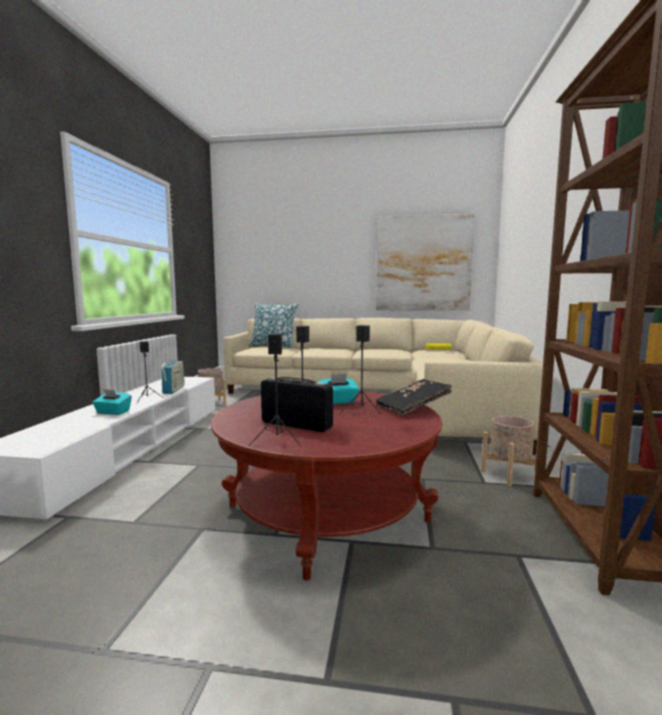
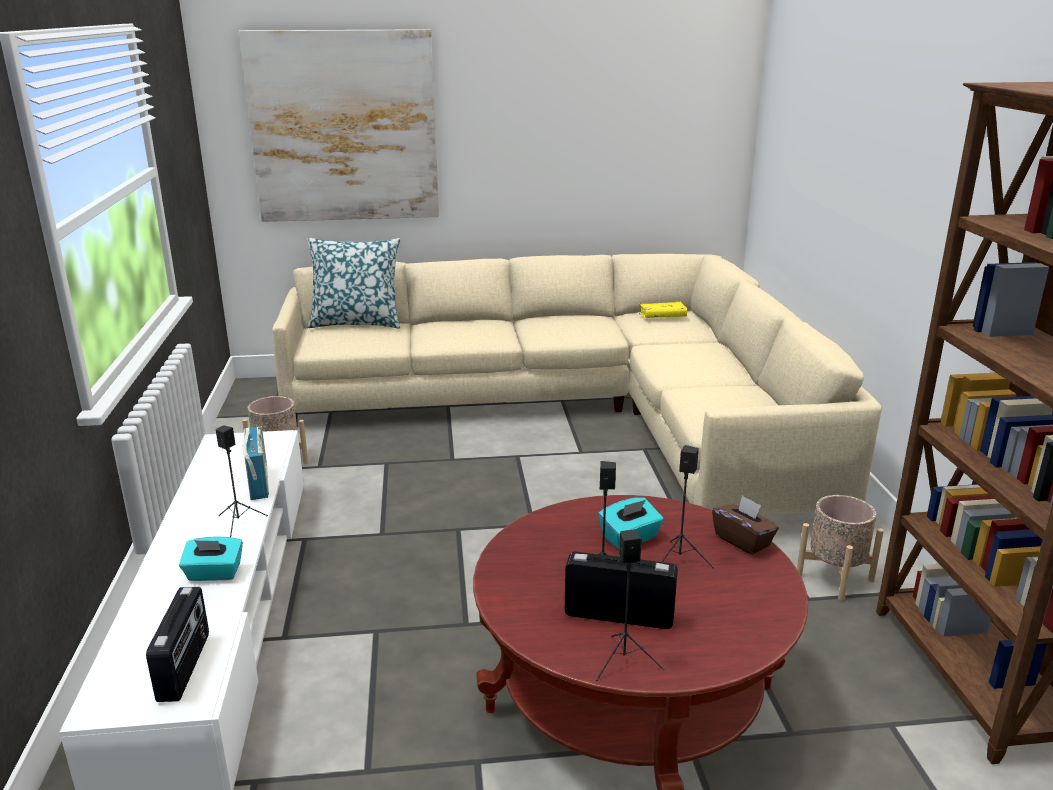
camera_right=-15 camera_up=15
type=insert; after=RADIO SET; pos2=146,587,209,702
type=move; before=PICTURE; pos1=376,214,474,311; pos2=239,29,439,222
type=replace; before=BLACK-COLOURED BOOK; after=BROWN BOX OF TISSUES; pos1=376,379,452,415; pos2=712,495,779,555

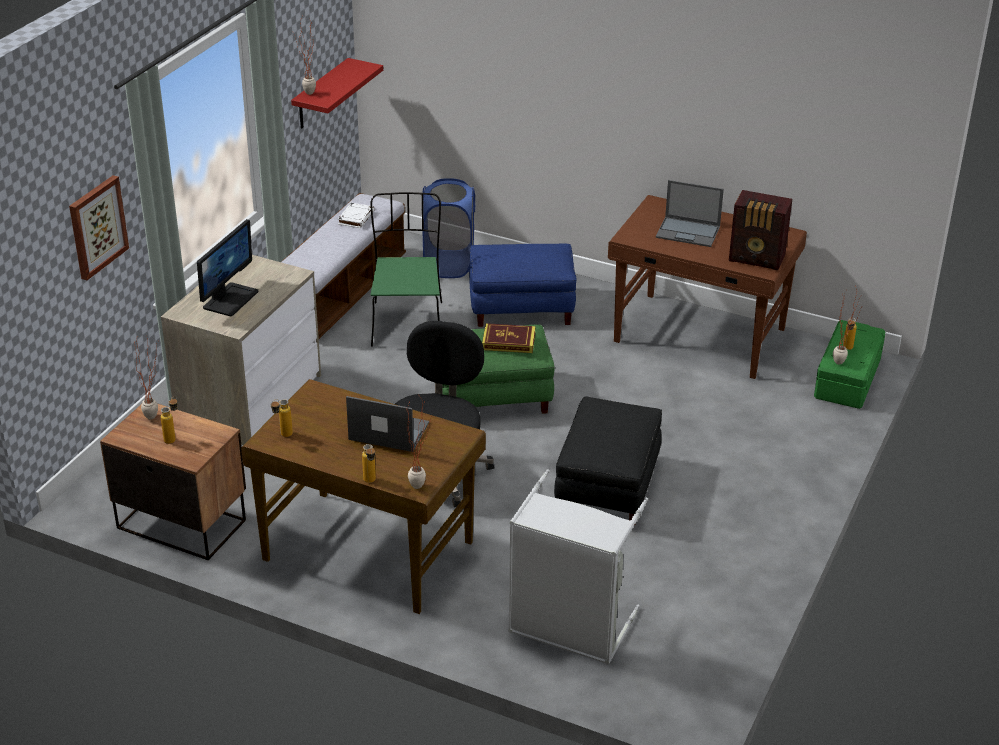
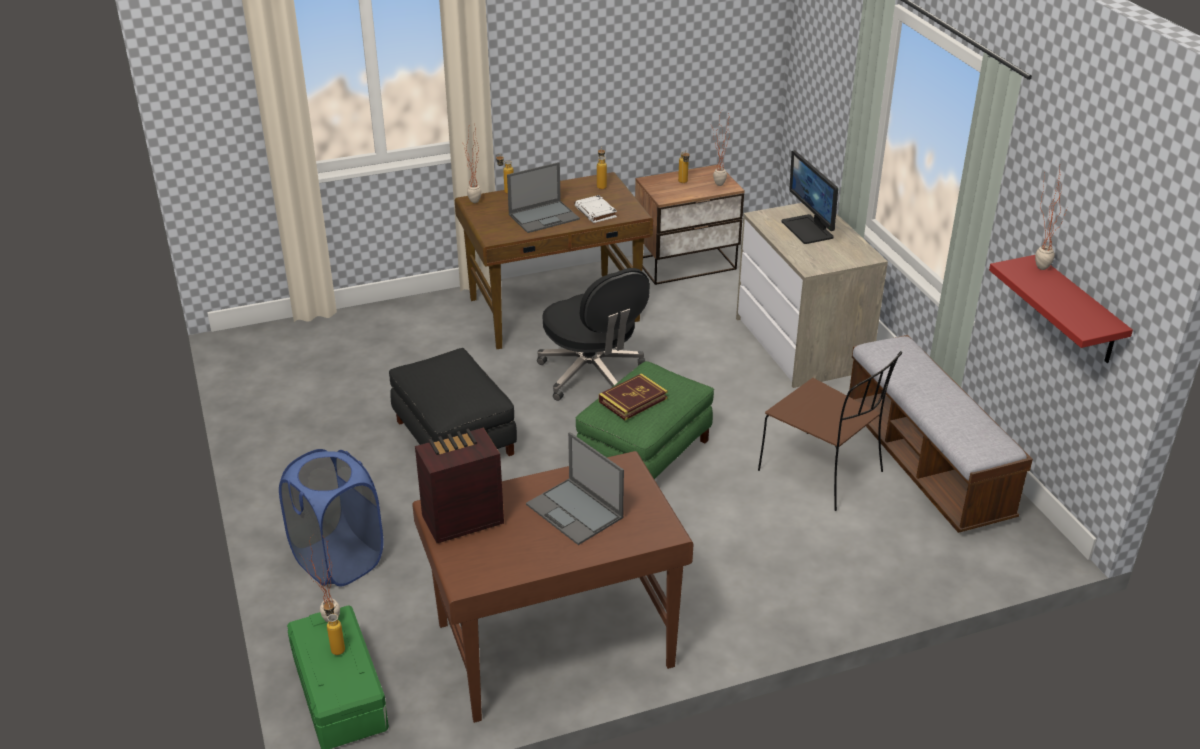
camera_right=135 camera_up=0
type=move; before=BLUE-COLOURED LAUNDRY BASKET; pos1=422,178,475,278; pos2=279,449,384,587
type=rotate; before=PORTABLE COMPUTER; pos1=656,180,724,247; pos2=526,432,624,545; turn=-105
type=move; before=WHITISH BOOK; pos1=338,203,375,228; pos2=574,195,617,223
type=recolor; before=GREEN PLAIN CHAIR; after=BROWN PLAIN CHAIR; pos1=370,192,442,347; pos2=758,351,902,511
type=delete; before=PICTURE; pos1=69,175,129,280
type=delete; before=BLUE-COLOURED OTTOMAN; pos1=469,243,577,327
type=delete; before=GREY LAUNDRY BASKET; pos1=508,469,648,665

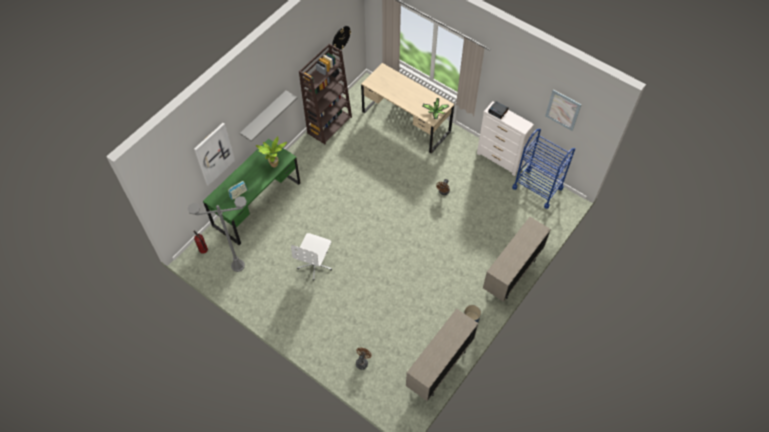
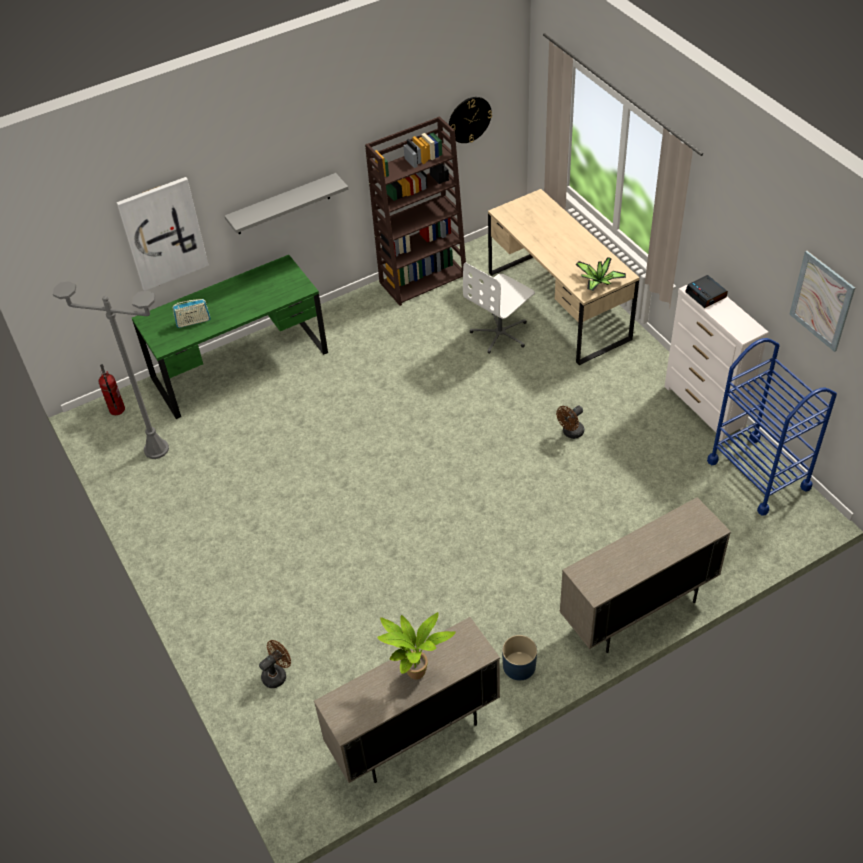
camera_right=25 camera_up=-10
type=move; before=POTTED PLANT; pos1=255,136,287,168; pos2=377,612,456,680
type=move; before=WHITISH COMPUTER CHAIR; pos1=291,233,332,280; pos2=463,262,535,354

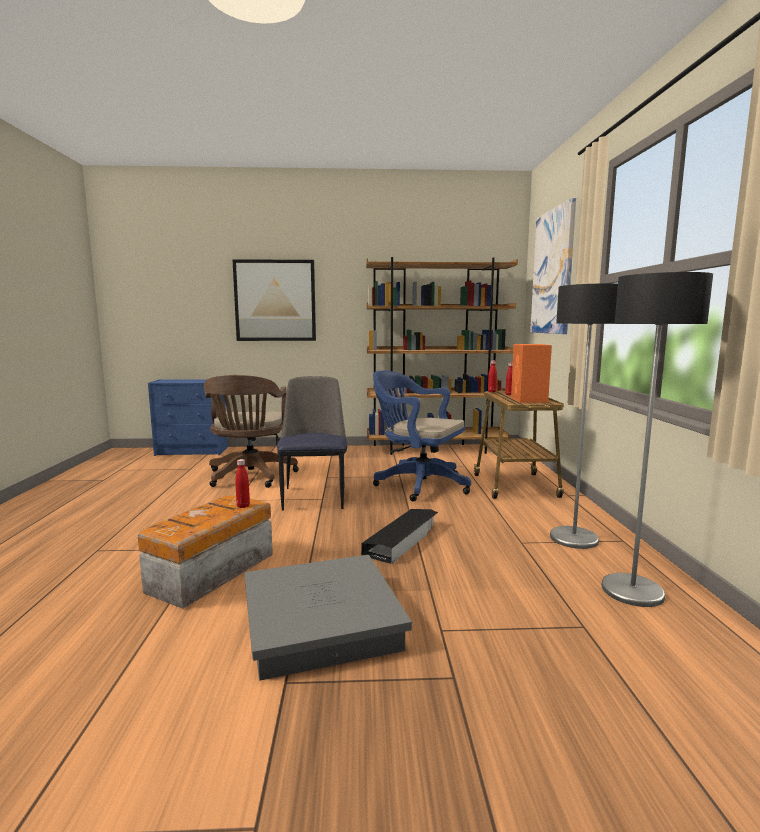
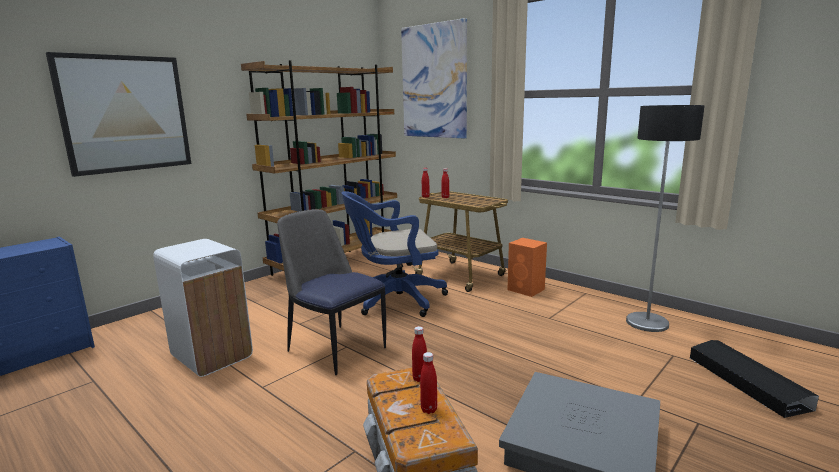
camera_right=-45 camera_up=5
type=replace; before=BROWN COMPUTER CHAIR; after=WHITISH TRASH CAN; pos1=204,375,299,488; pos2=153,239,253,377
type=insert; after=RED-COLOURED BEVERAGE BOTTLE; pos2=420,352,437,414
type=move; before=ORANGE-COLOURED LOUDSPEAKER; pos1=511,344,552,403; pos2=508,238,547,297
type=move; before=BLACK-COLOURED STORAGE BIN; pos1=361,509,438,564; pos2=690,340,819,418
type=delete; before=STANDING LAMP; pos1=550,283,618,549

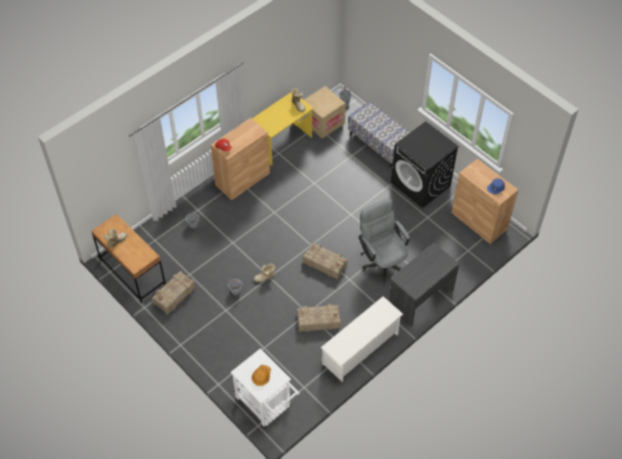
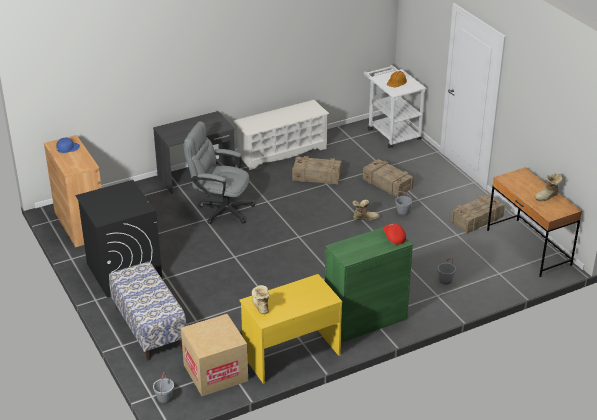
camera_right=-165 camera_up=-20
type=rotate; before=GREY COMPUTER CHAIR; pos1=358,198,410,286; pos2=184,121,255,224; turn=120
type=recolor; before=BROWN STORAGE CABINET; after=GREEN STORAGE CABINET; pos1=210,118,270,200; pos2=325,227,413,342
type=move; before=PACKING CRATE; pos1=303,243,347,280; pos2=363,159,414,197

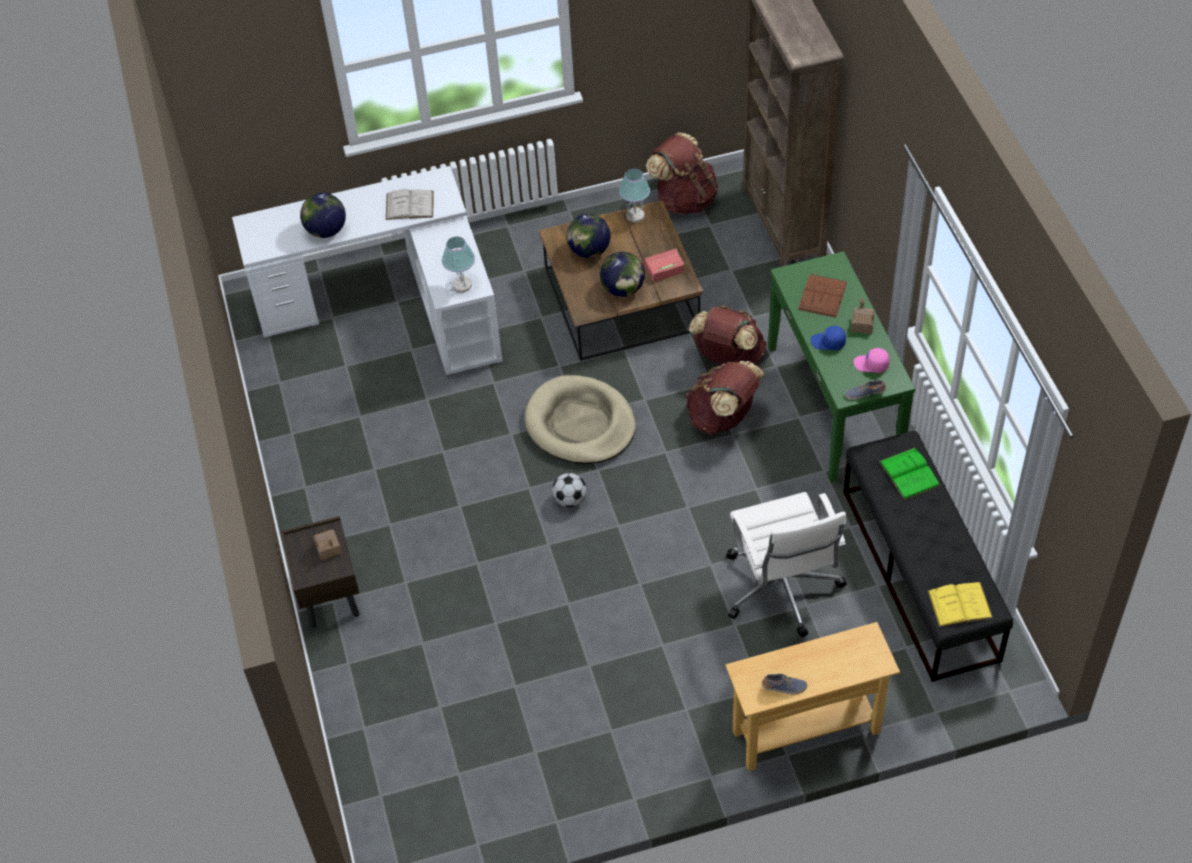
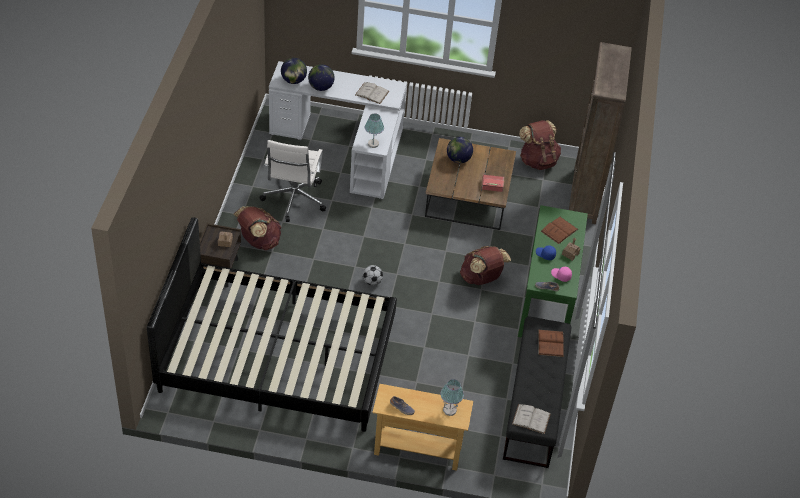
camera_right=20 camera_up=-5
type=insert; after=BLACK-COLOURED BEDROOM BED; pos2=147,217,397,432
type=move; before=BROWN KNAPSACK; pos1=689,306,766,365; pos2=234,206,282,250
type=move; before=WHITISH COMPUTER CHAIR; pos1=726,492,847,638; pos2=259,140,326,222
type=move; before=WORLD GLOBE; pos1=600,252,645,297; pos2=281,58,307,84
type=move; before=TABLETOP LAMP; pos1=619,168,650,223; pos2=440,379,464,416
type=recolor; before=YELLOW-COLOURED BOOK; after=WHITISH BOOK; pos1=927,582,993,627; pos2=512,404,550,434
type=recolor; before=GREEN BOOK; after=BROWN BOOK; pos1=879,447,940,500; pos2=538,330,564,357
type=delete; before=BEIGE-COLOURED PET BED; pos1=525,375,636,464

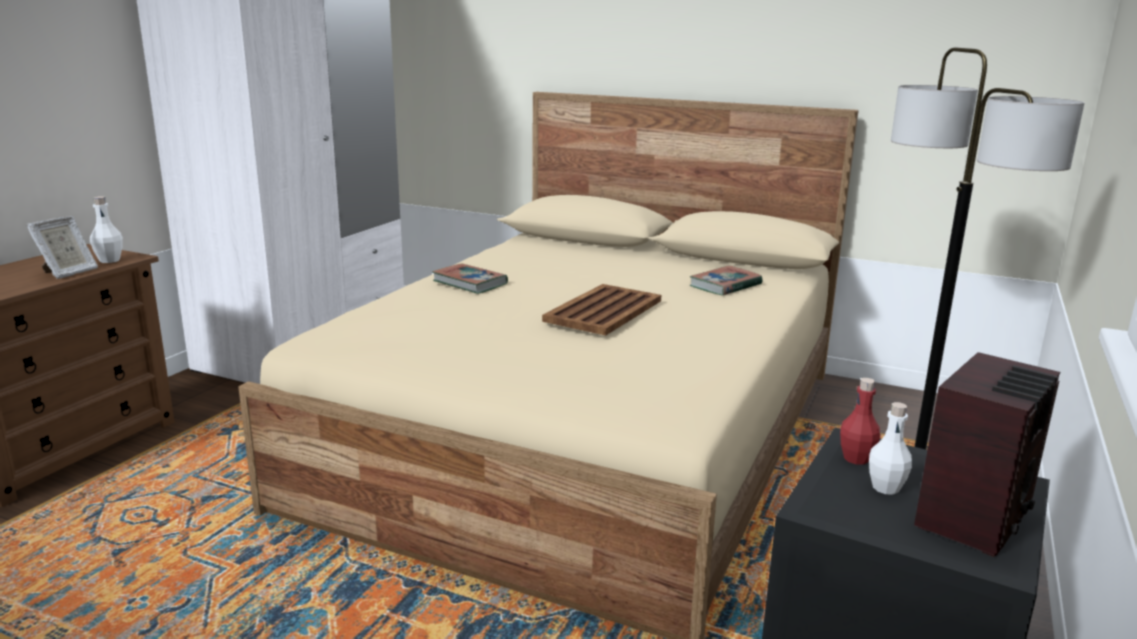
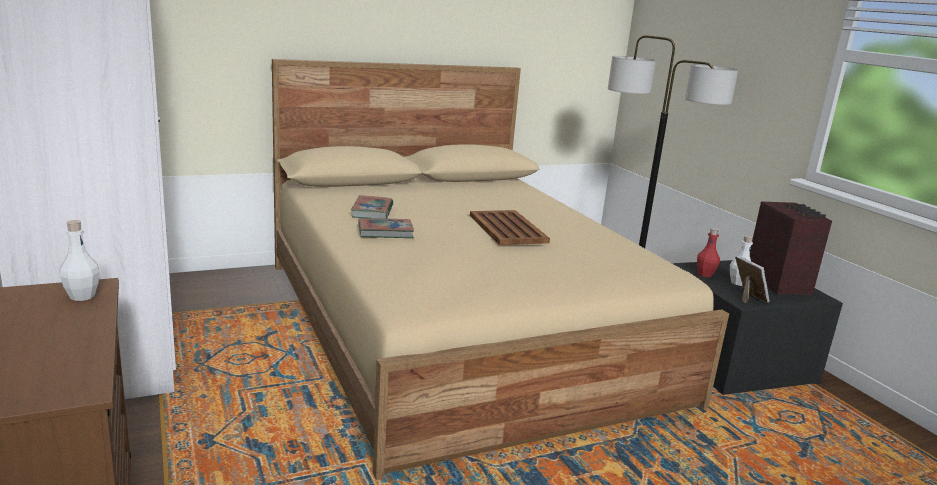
camera_right=-50 camera_up=0
type=move; before=BOOK; pos1=690,265,763,295; pos2=351,195,393,219
type=move; before=PICTURE FRAME; pos1=26,216,98,279; pos2=735,255,770,303

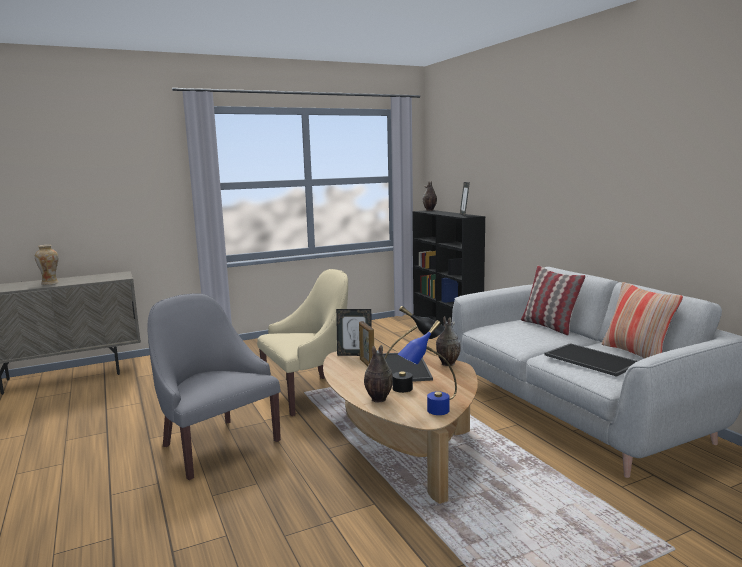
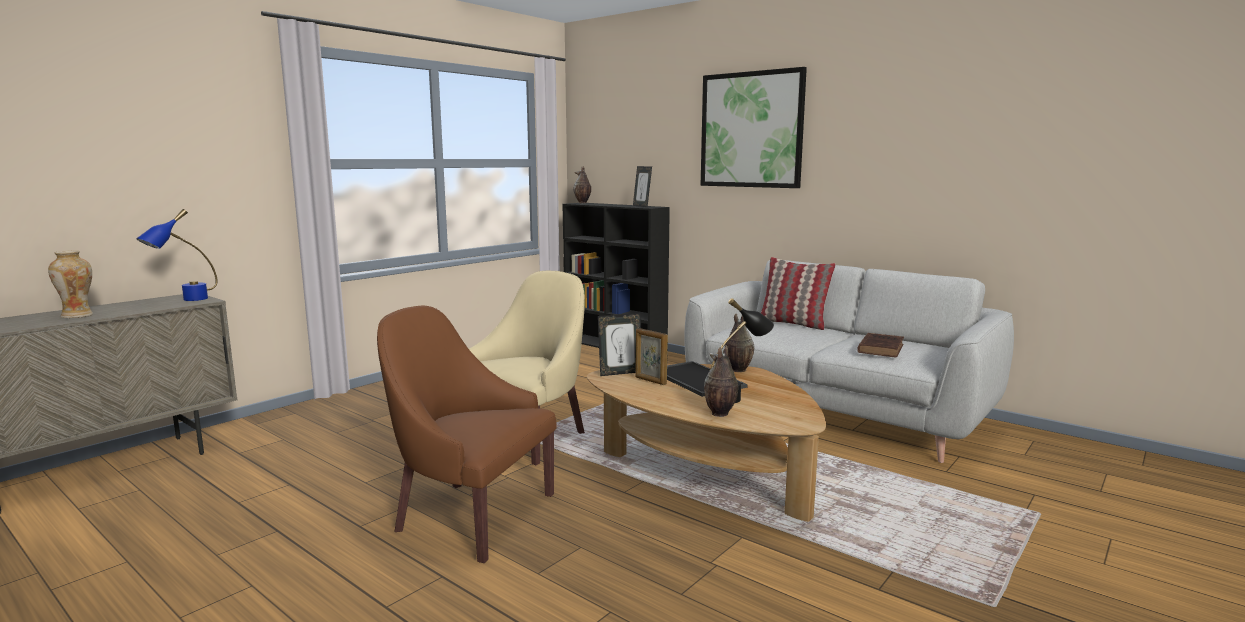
camera_right=-25 camera_up=0
type=move; before=BLUE-COLOURED TABLETOP LAMP; pos1=397,320,457,415; pos2=136,209,218,301
type=recolor; before=GREY ARMCHAIR; after=BROWN ARMCHAIR; pos1=147,293,281,480; pos2=377,306,557,563
type=insert; after=PICTURE; pos2=701,67,807,188
type=replace; before=TRAY; after=BROWN BOOK; pos1=545,343,638,377; pos2=857,333,904,357
type=delete; before=THROW PILLOW; pos1=602,282,683,359

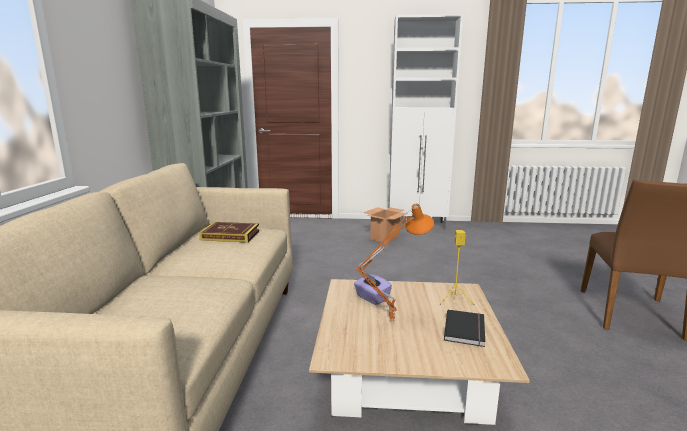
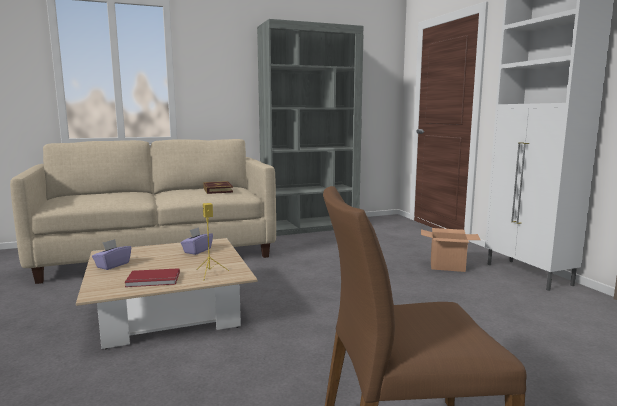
camera_right=65 camera_up=-5
type=insert; after=PURPLE BOX OF TISSUES; pos2=92,239,131,270
type=recolor; before=BLACK-COLOURED BOOK; after=RED-COLOURED BOOK; pos1=444,310,485,347; pos2=125,268,180,287
type=delete; before=ORANGE-COLOURED TABLETOP LAMP; pos1=356,203,434,322

